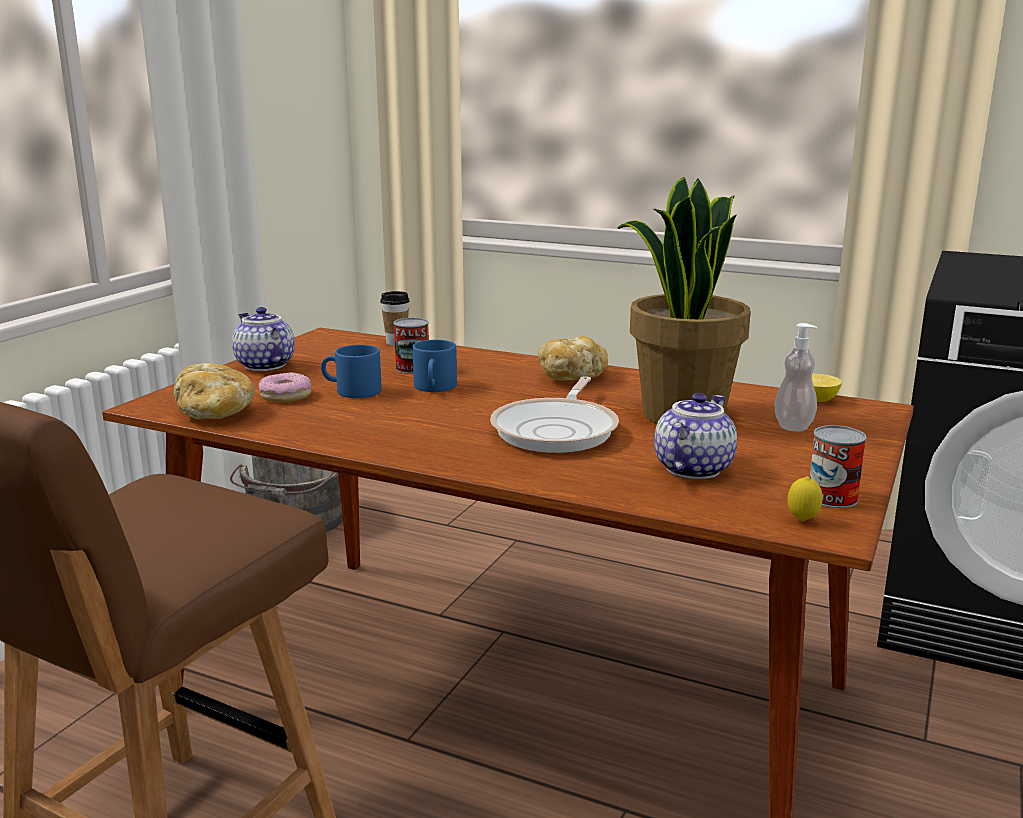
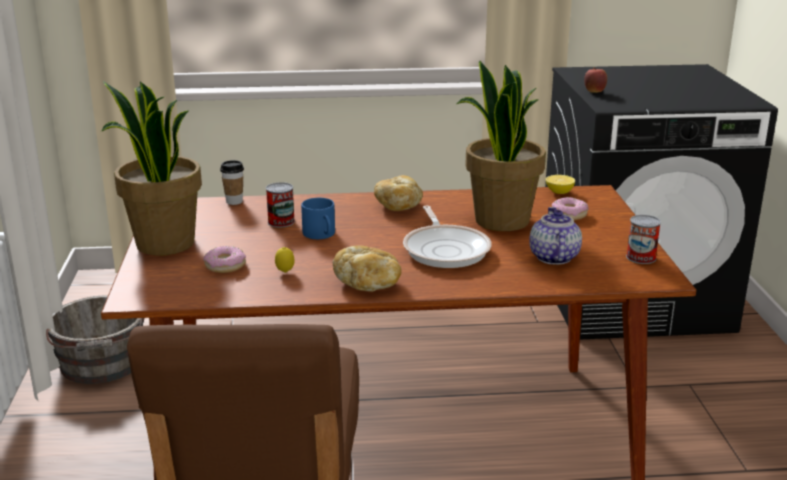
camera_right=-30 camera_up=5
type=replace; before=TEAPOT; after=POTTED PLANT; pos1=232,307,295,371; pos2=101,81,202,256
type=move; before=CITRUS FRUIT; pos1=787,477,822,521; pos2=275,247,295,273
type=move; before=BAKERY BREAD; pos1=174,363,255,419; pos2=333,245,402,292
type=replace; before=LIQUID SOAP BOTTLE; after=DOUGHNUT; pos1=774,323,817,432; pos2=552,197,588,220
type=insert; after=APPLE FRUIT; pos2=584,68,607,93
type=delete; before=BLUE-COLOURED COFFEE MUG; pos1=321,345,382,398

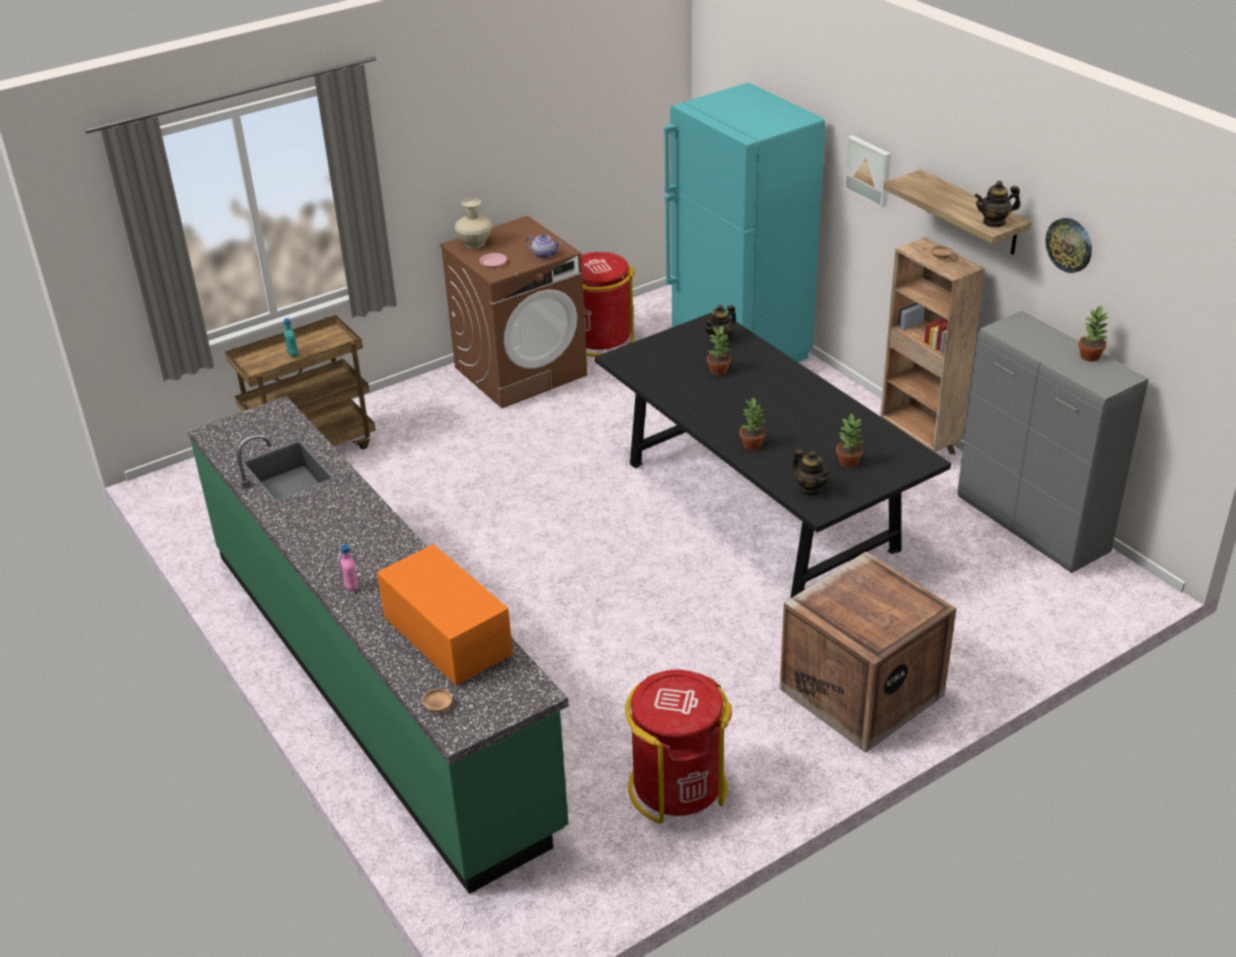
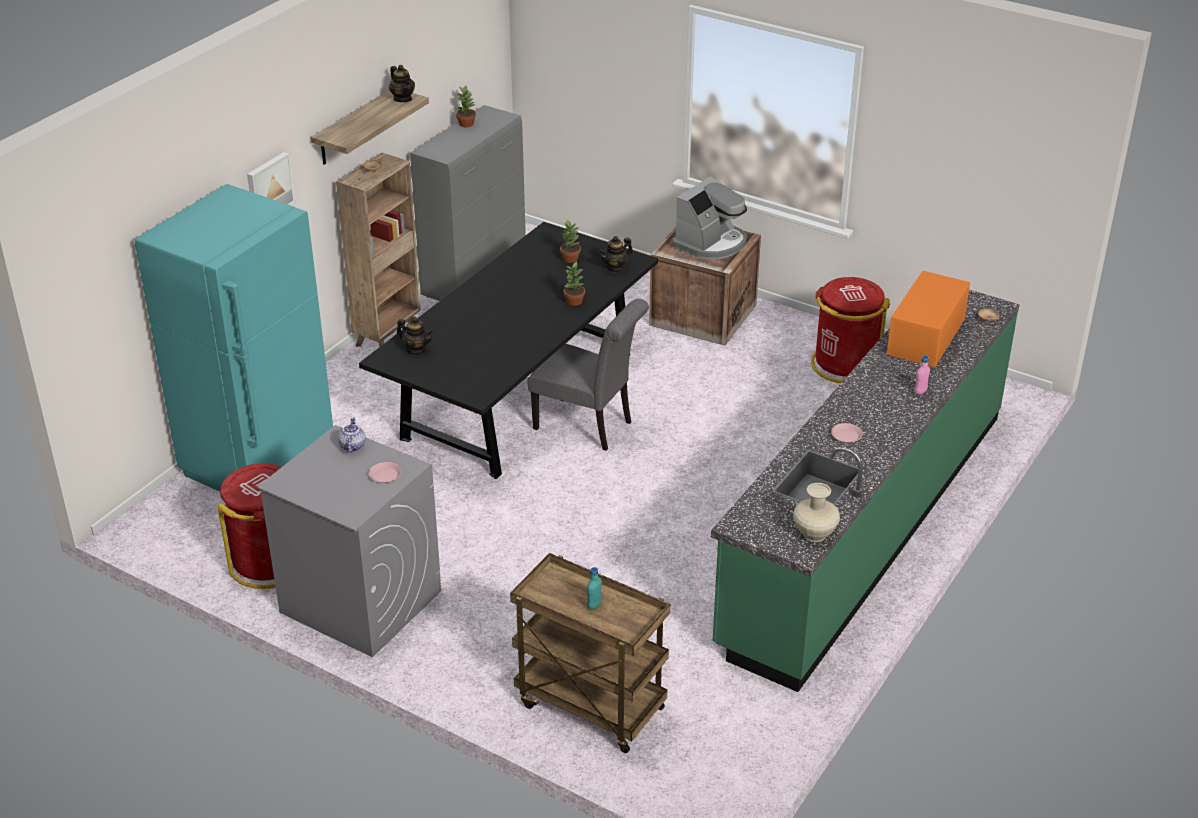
camera_right=-115 camera_up=0
type=recolor; before=BROWN WASHING MACHINE; after=GREY WASHING MACHINE; pos1=440,216,587,408; pos2=257,425,441,657
type=insert; after=GREY PLAIN CHAIR; pos2=527,299,649,451
type=rotate; before=TEAPOT; pos1=792,449,830,495; pos2=598,236,633,273; turn=-150
type=insert; after=COFFEE BREWER; pos2=673,176,747,260
type=move; before=BEIGE-COLOURED DECORATIVE VASE; pos1=455,198,492,249; pos2=793,483,840,542
type=insert; after=PINK-COLOURED PLATE; pos2=831,423,863,443
type=delete; before=POTTED PLANT; pos1=707,326,731,375
type=delete; before=HANGING CLOCK; pos1=1045,218,1092,273

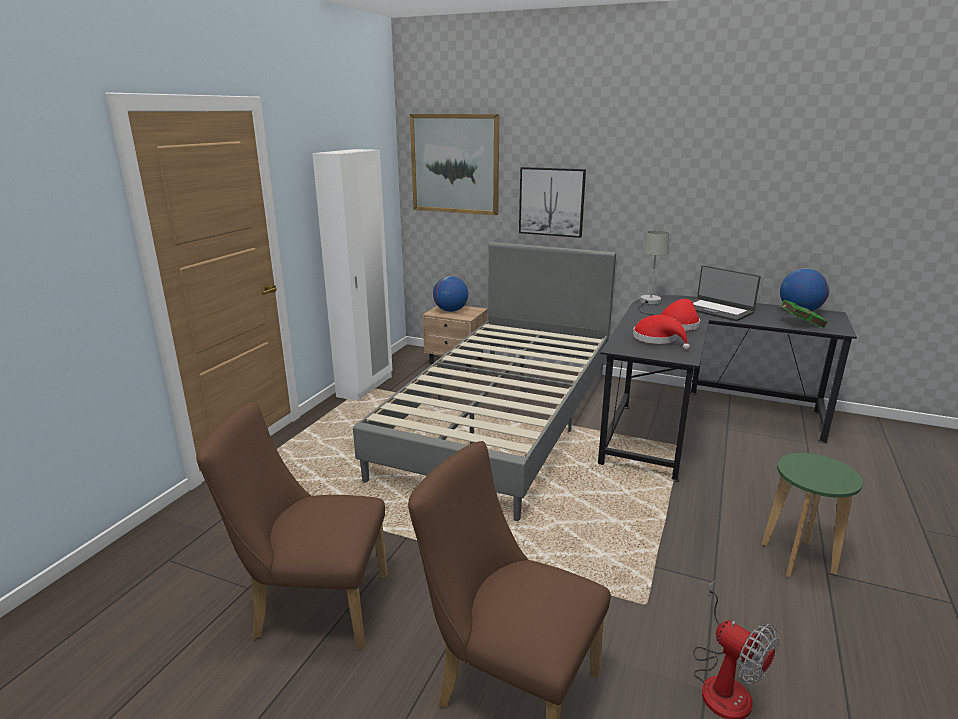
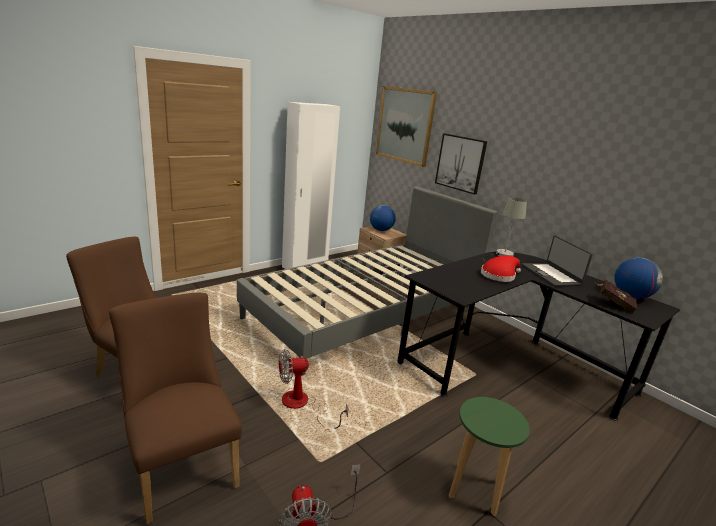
camera_right=25 camera_up=0
type=insert; after=FAN; pos2=279,349,349,429
type=recolor; before=GREEN BOOK; after=RED-COLOURED BOOK; pos1=780,300,828,328; pos2=596,279,637,314
type=delete; before=RED-COLOURED WEARABLE HAT; pos1=633,315,690,350

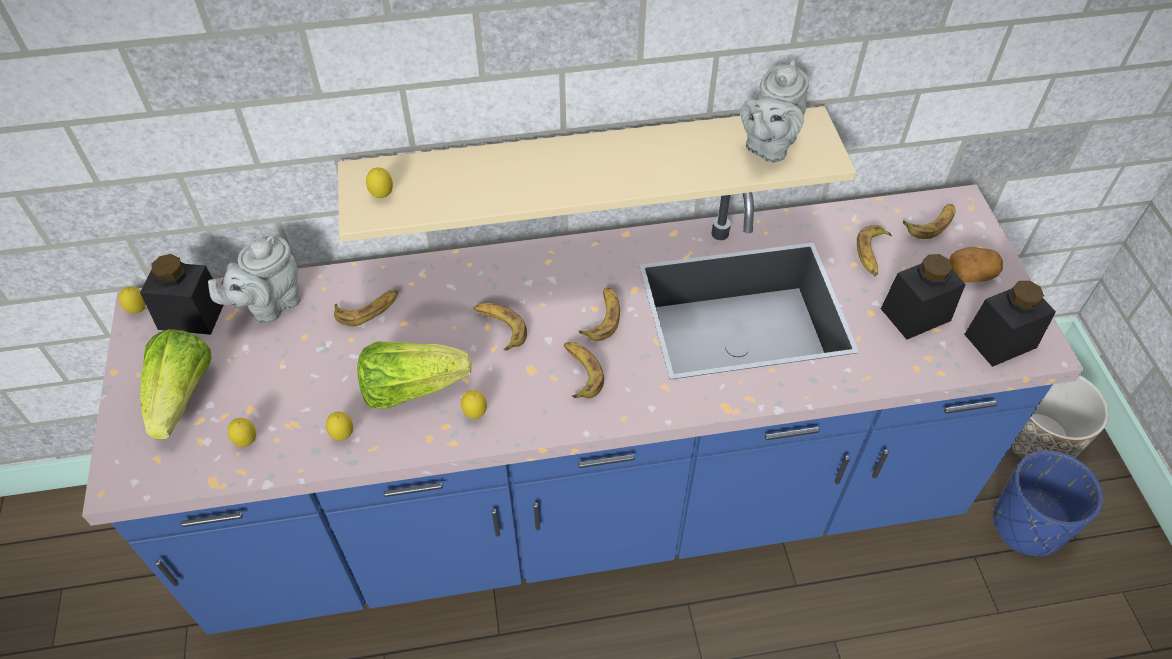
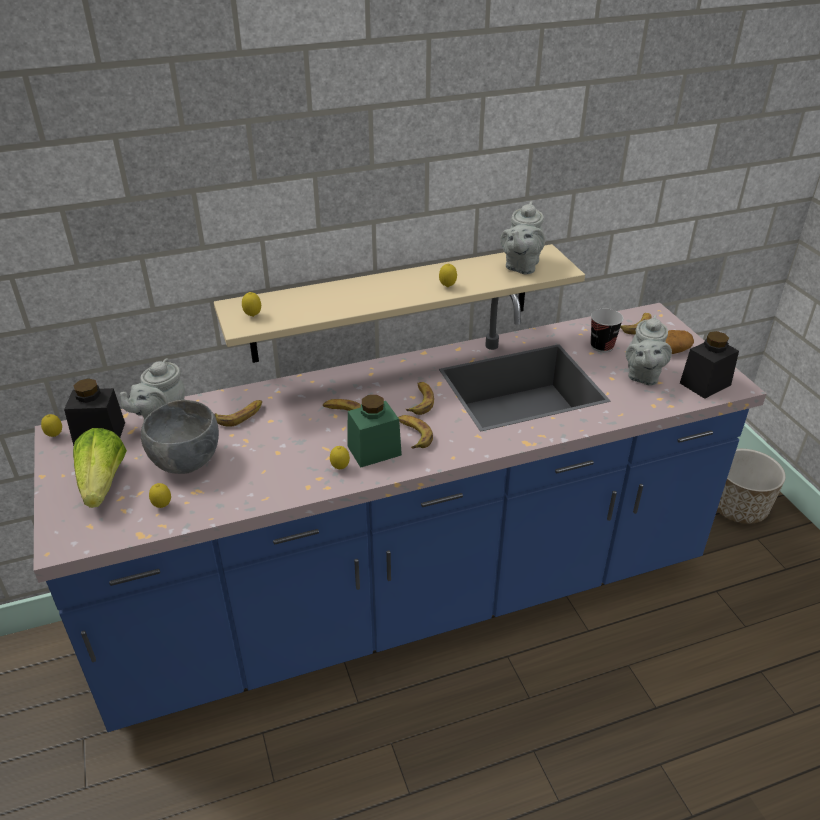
camera_right=-10 camera_up=-15
type=insert; after=GREY DEEP DISH; pos2=141,400,219,474
type=insert; after=GREEN PRESERVE JAR; pos2=348,395,402,468
type=move; before=CITRUS FRUIT; pos1=326,412,353,441; pos2=439,263,457,287
type=replace; before=WHOLE BANANA; after=SMALL CUP; pos1=857,225,892,276; pos2=591,309,623,353
type=replace; before=BLACK-COLOURED PRESERVE JAR; after=GREY TEAPOT; pos1=881,254,966,340; pos2=625,315,672,386
type=delete; before=HEAD OF LETTUCE; pos1=357,341,472,409
type=delete; before=BLUE-COLOURED PLANT POT; pos1=993,450,1103,557

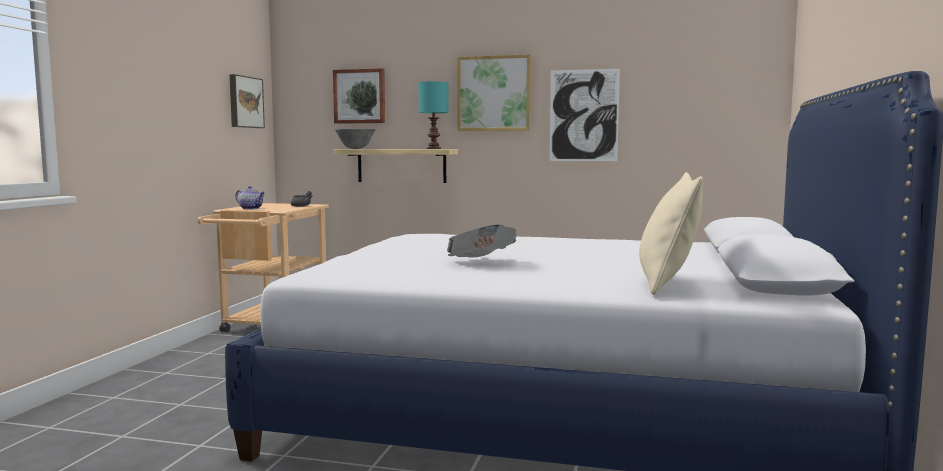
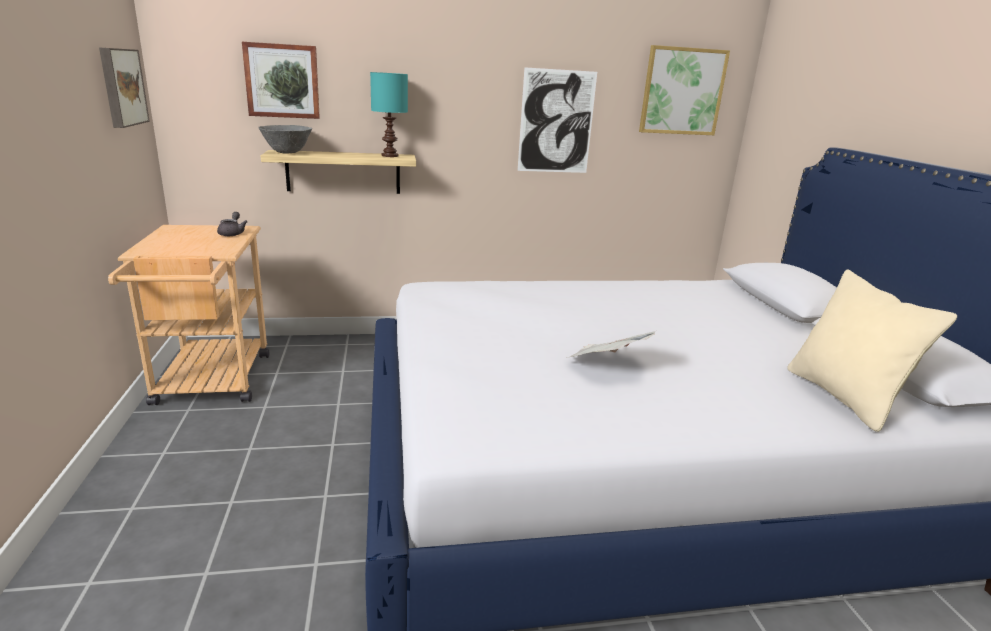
camera_right=-25 camera_up=15
type=move; before=PICTURE; pos1=457,54,531,131; pos2=639,45,730,135
type=delete; before=TEAPOT; pos1=236,186,265,210

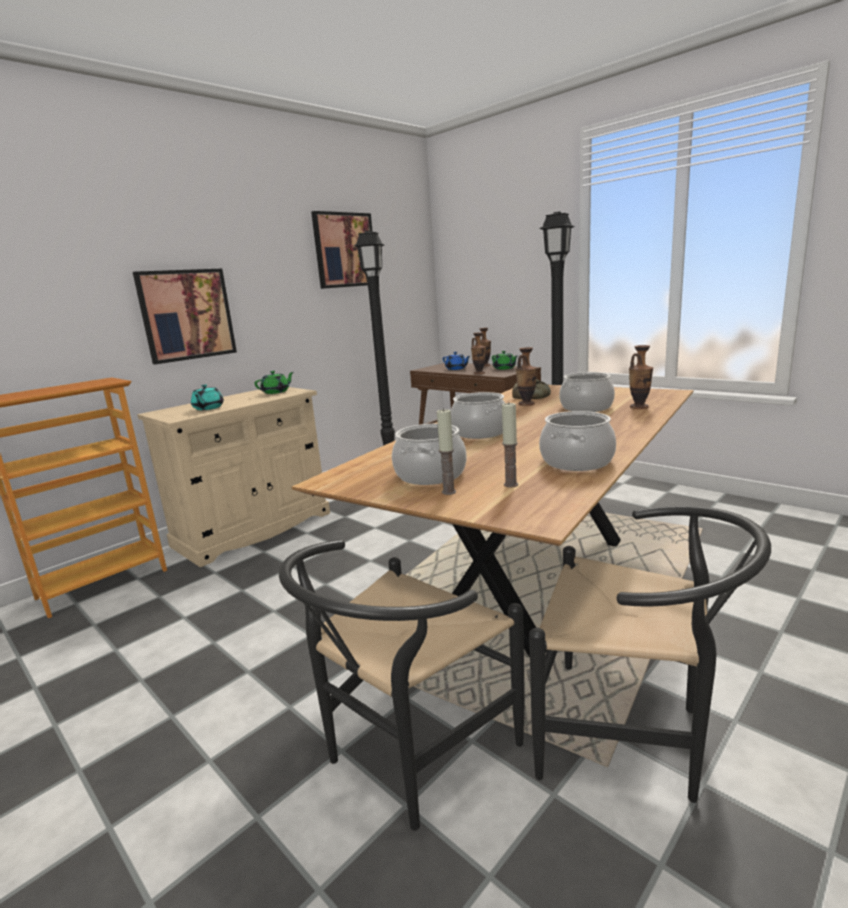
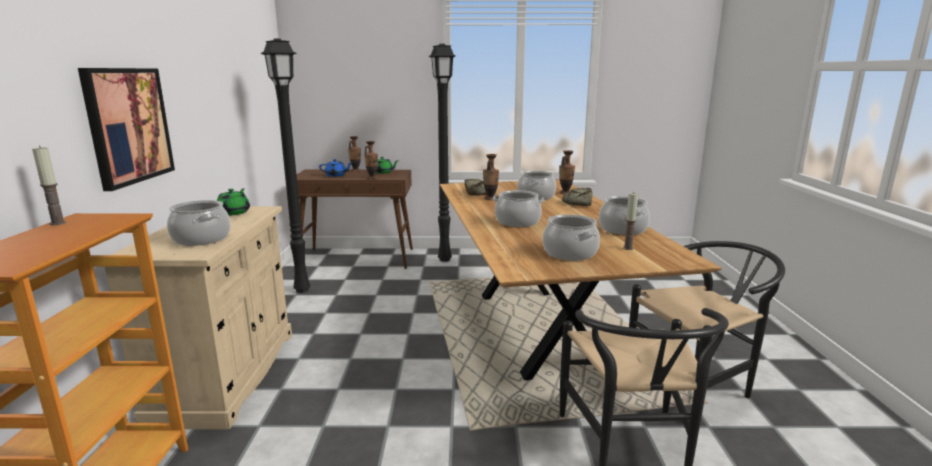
camera_right=-45 camera_up=0
type=move; before=WAX CANDLE; pos1=437,408,456,495; pos2=32,146,66,225
type=replace; before=TURQUOISE TEAPOT; after=STOCKPOT; pos1=191,384,224,410; pos2=167,200,231,246
type=insert; after=BAKERY BREAD; pos2=562,188,592,206
type=delete; before=PICTURE; pos1=311,211,373,289

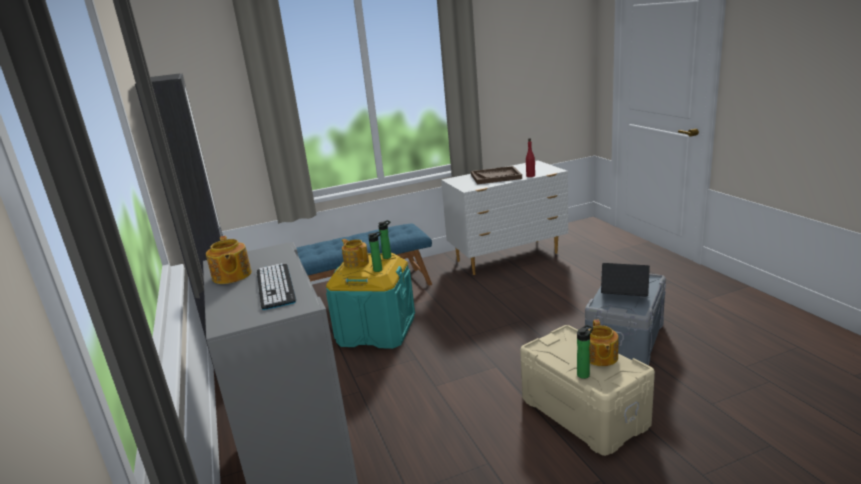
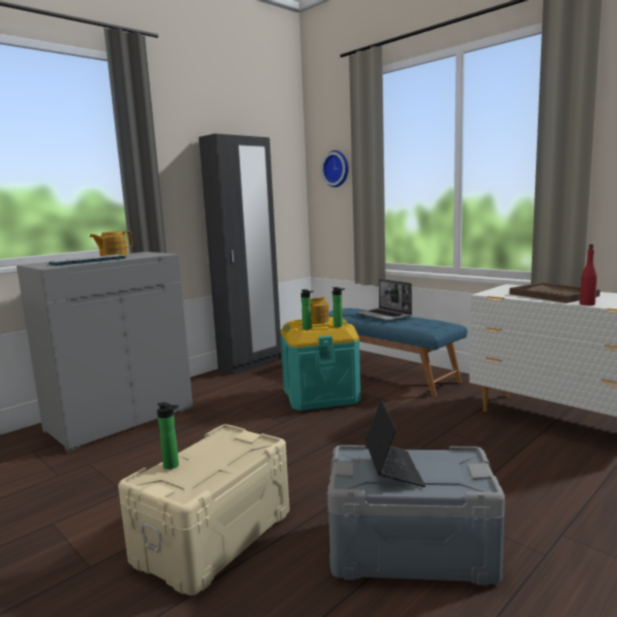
camera_right=65 camera_up=-10
type=insert; after=HANGING CLOCK; pos2=321,150,349,187
type=insert; after=PORTABLE COMPUTER; pos2=356,279,412,321
type=delete; before=TEAPOT; pos1=588,320,618,366

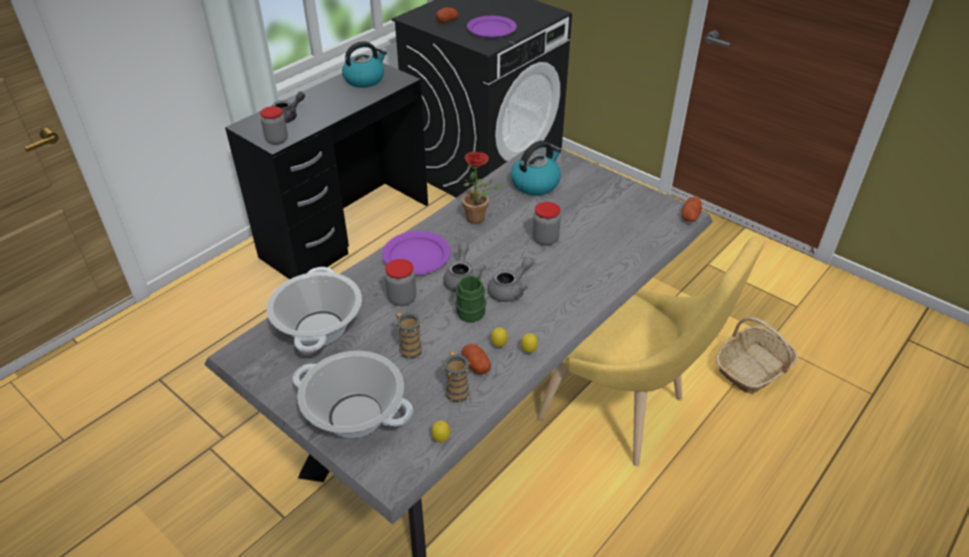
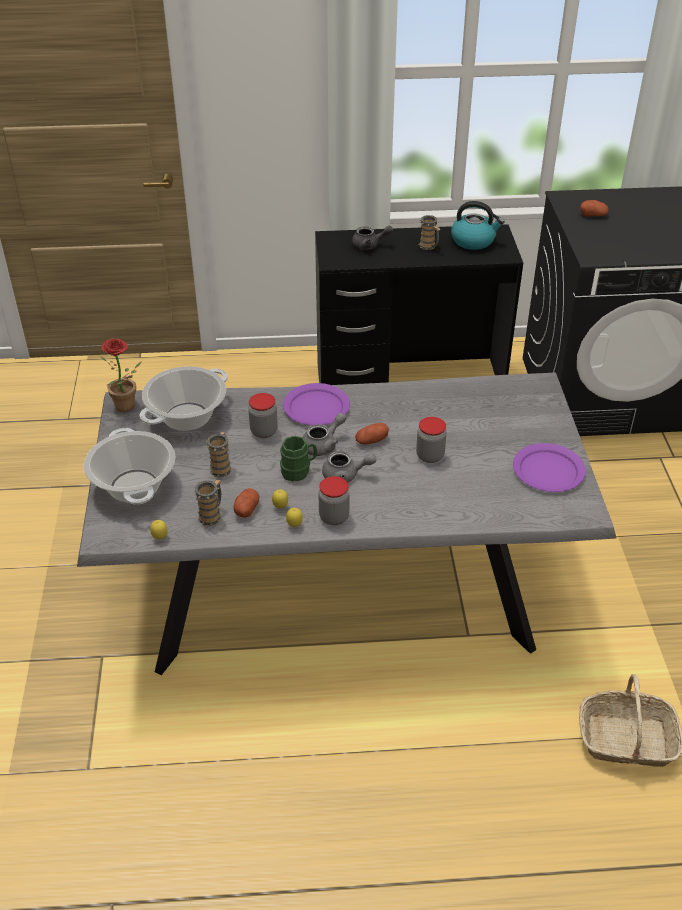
camera_right=45 camera_up=0
type=move; before=POTTED PLANT; pos1=459,152,503,224; pos2=100,338,142,412
type=move; before=PRESERVE JAR; pos1=260,106,288,145; pos2=318,476,350,525
type=move; before=WHOLE POTATO; pos1=682,197,702,222; pos2=355,423,389,445
type=insert; after=COFFEE MUG; pos2=418,215,440,250
type=move; before=PURPLE PLATE; pos1=467,16,517,38; pos2=513,443,586,492
type=delete; before=KETTLE; pos1=511,141,561,195
type=delete; before=YELLOW-COLOURED PLAIN CHAIR; pos1=537,236,765,466

